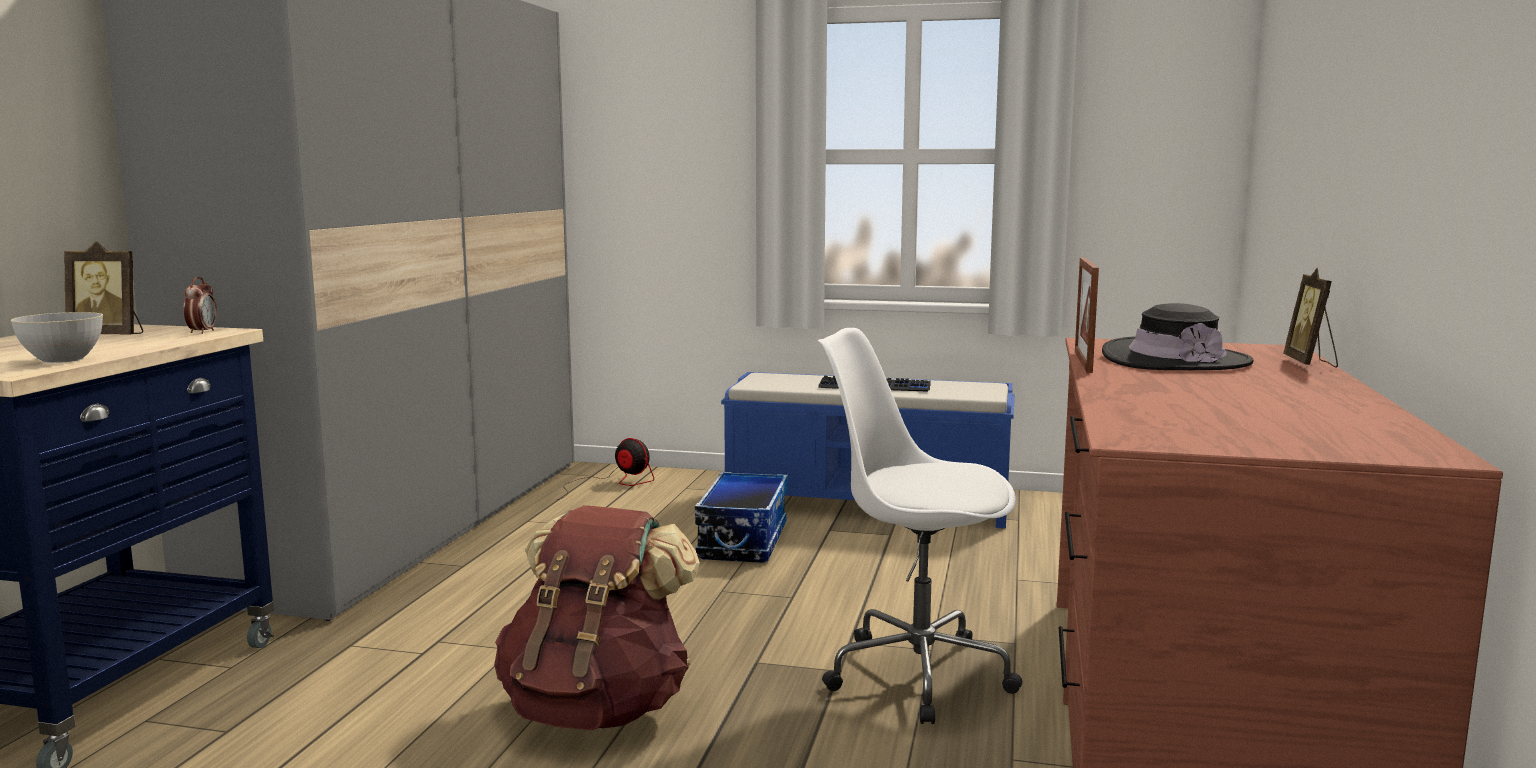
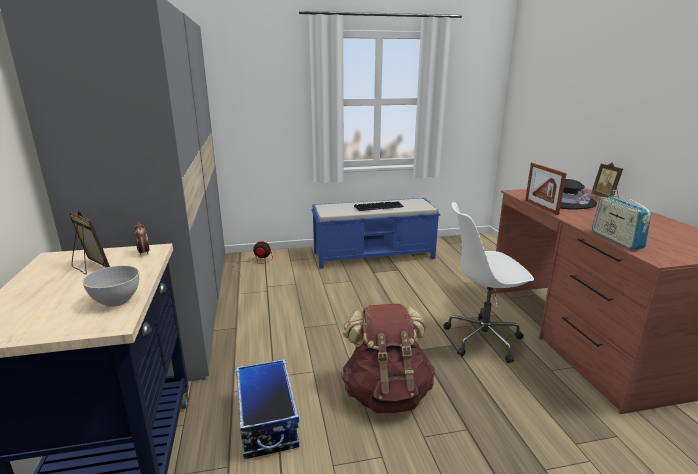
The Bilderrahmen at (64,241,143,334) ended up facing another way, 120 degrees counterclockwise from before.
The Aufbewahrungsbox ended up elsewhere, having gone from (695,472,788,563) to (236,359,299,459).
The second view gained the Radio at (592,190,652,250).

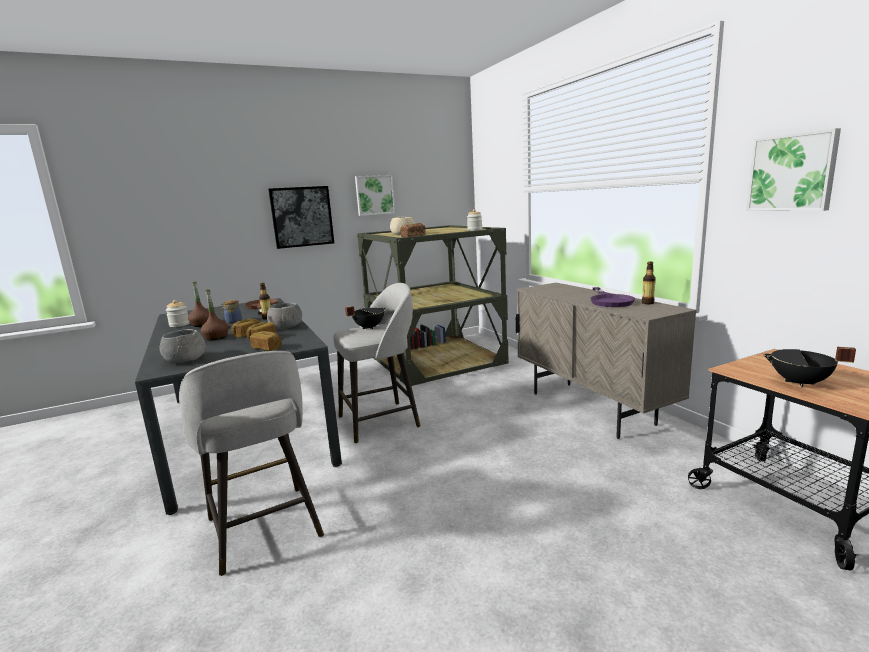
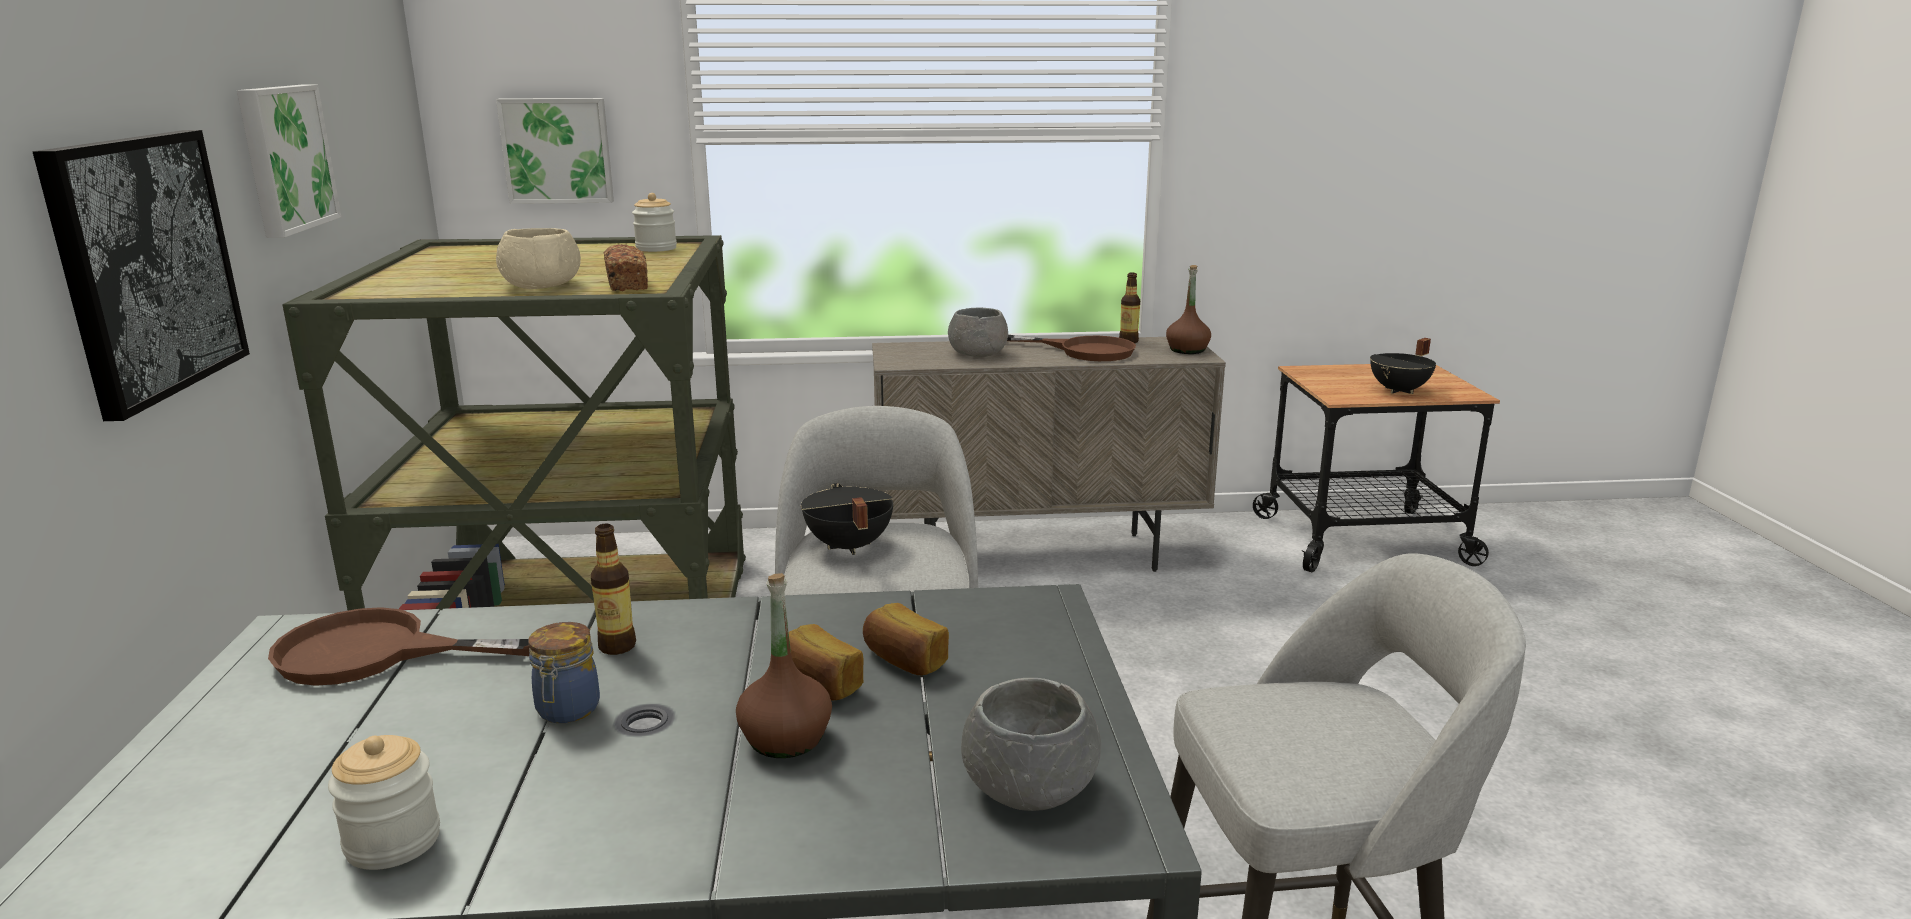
The Bild ended up elsewhere, having gone from (746,128,841,211) to (496,98,614,204).
The Flasche/braun ended up elsewhere, having gone from (188,282,209,327) to (1166,265,1211,354).
What was the Pfanne/lila at (591,287,635,307) turned into the Pfanne/braun at (1007,335,1136,361).
The Schüssel/grau ended up elsewhere, having gone from (267,303,302,329) to (948,308,1008,357).
The second view lost the Brot at (250,331,282,351).

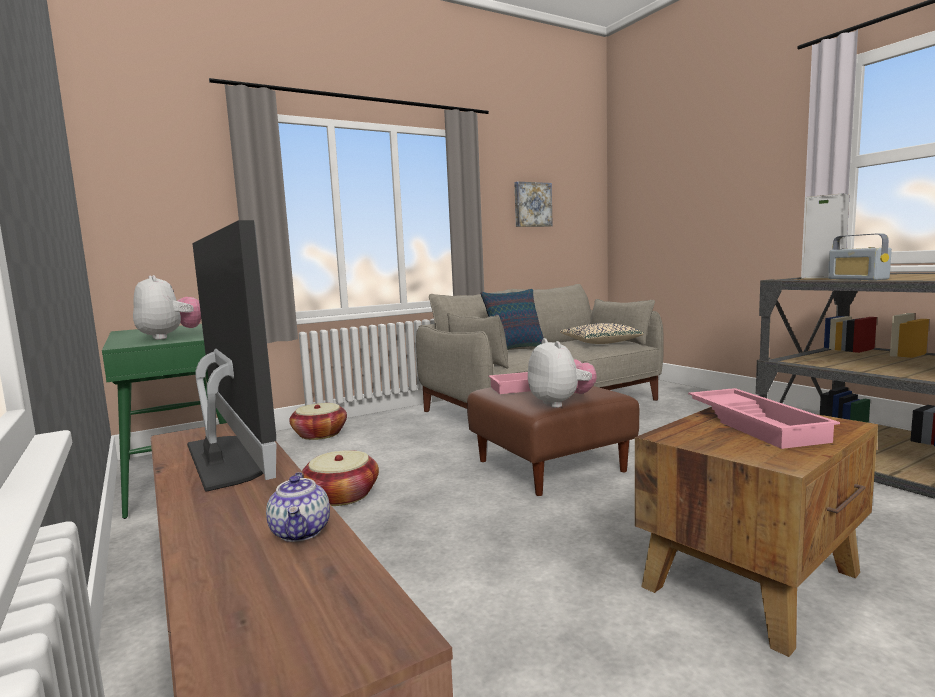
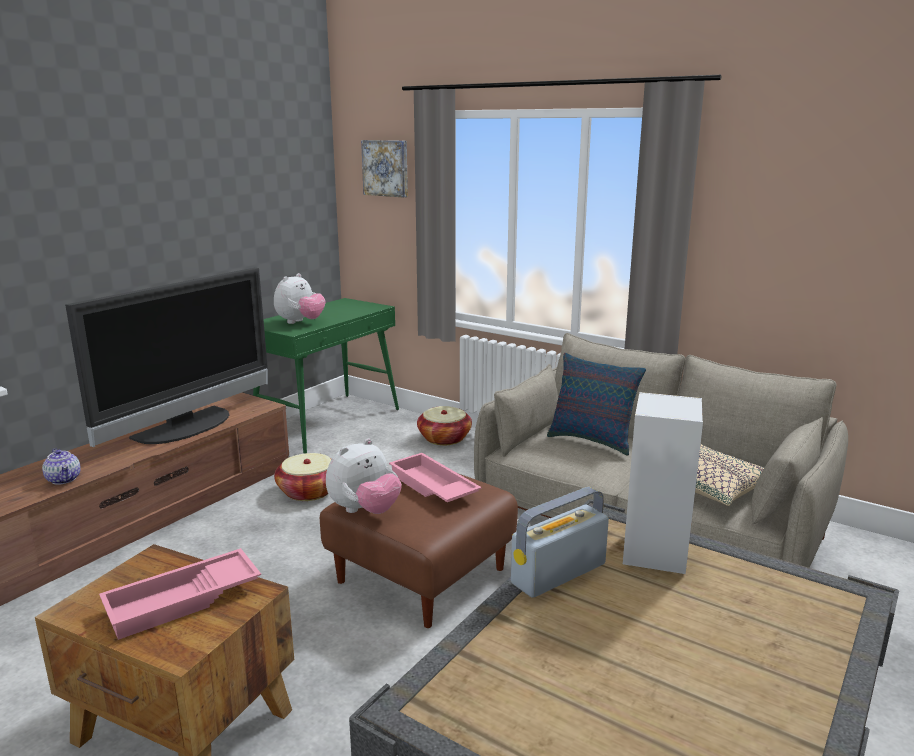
The Bild ended up elsewhere, having gone from (514,182,553,227) to (361,140,408,198).
The Teekanne at (266,472,330,542) ended up facing another way, 90 degrees counterclockwise from before.

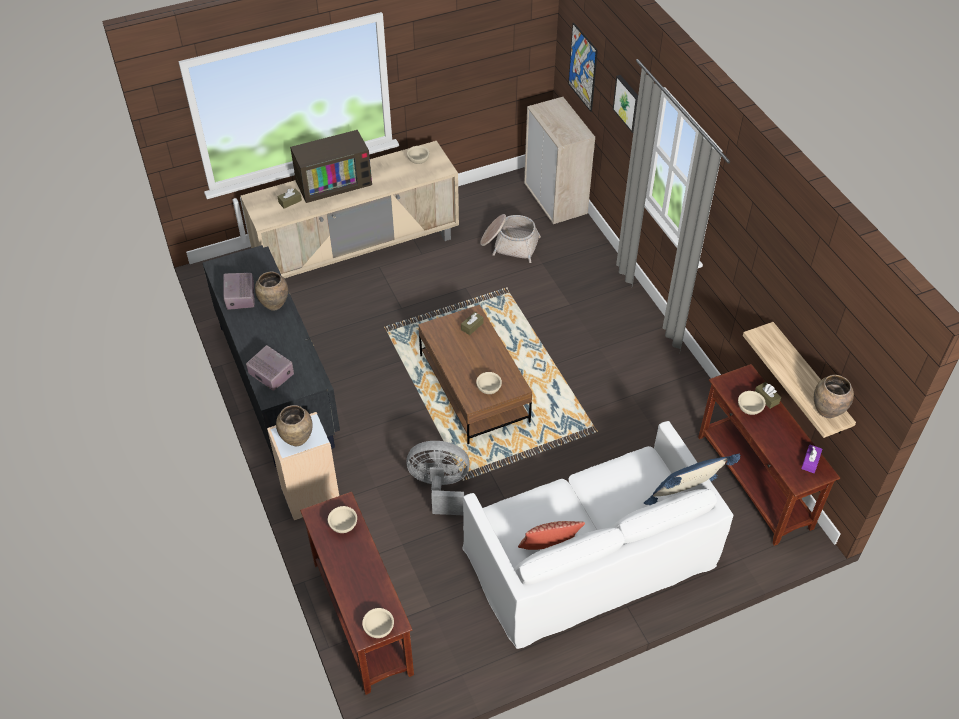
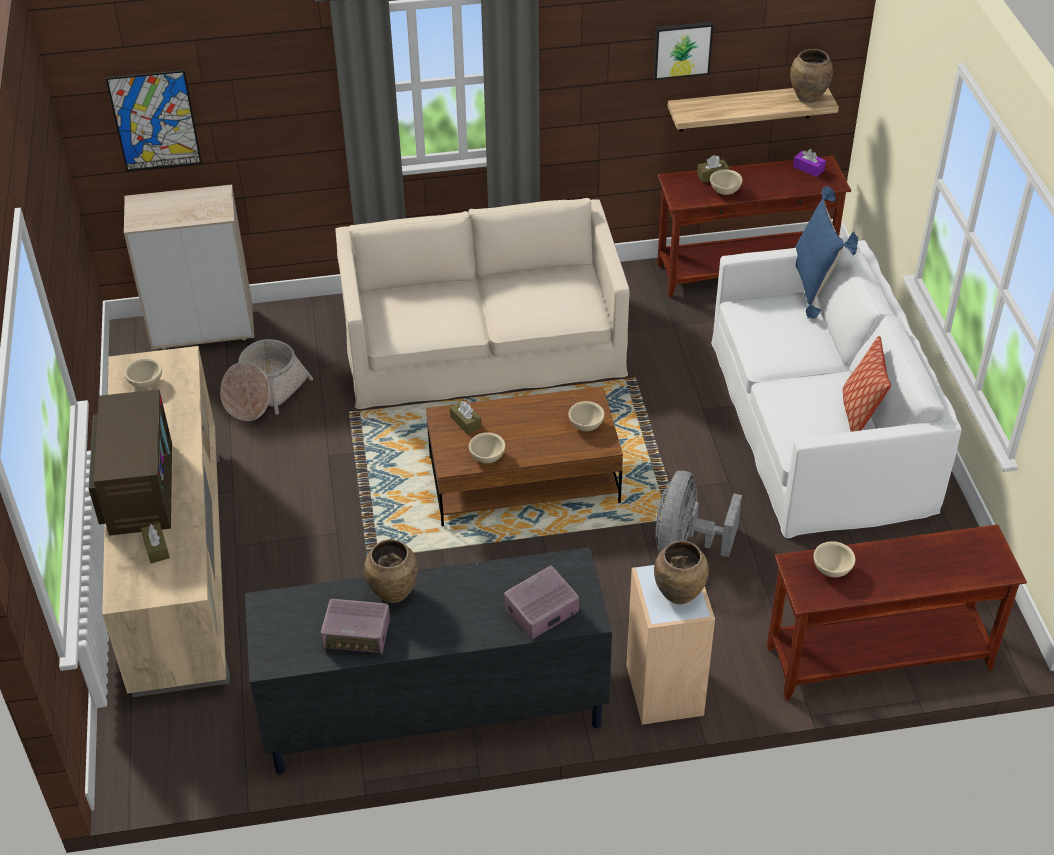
The Bild ended up elsewhere, having gone from (613,75,638,133) to (653,22,714,80).
The Schüssel/beige ended up elsewhere, having gone from (362,608,394,638) to (469,432,505,463).
The second view gained the Sofa/beige at (336,198,630,409).

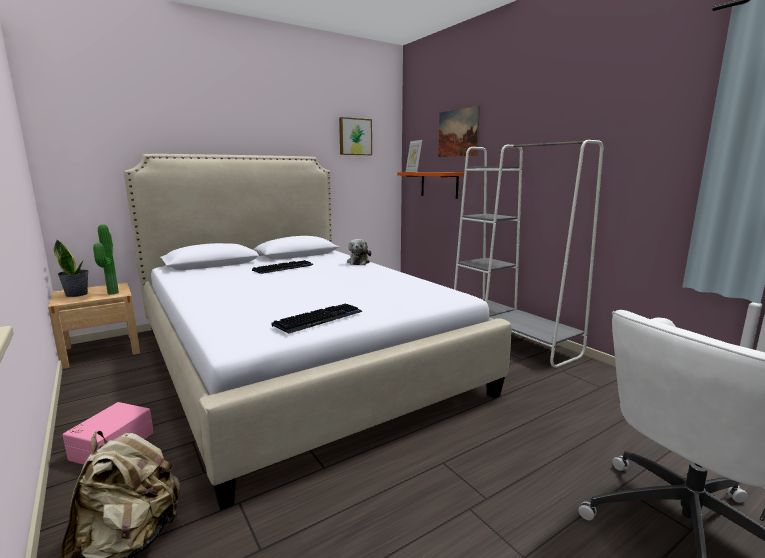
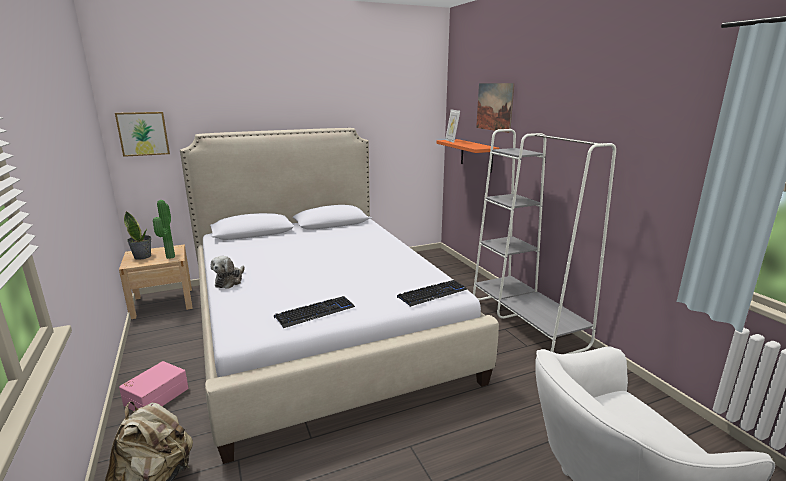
The Bild ended up elsewhere, having gone from (339,117,372,155) to (115,112,170,157).
The Plüschtier ended up elsewhere, having gone from (347,239,371,265) to (211,256,245,289).
The Tastatur ended up elsewhere, having gone from (252,260,313,274) to (397,280,467,307).

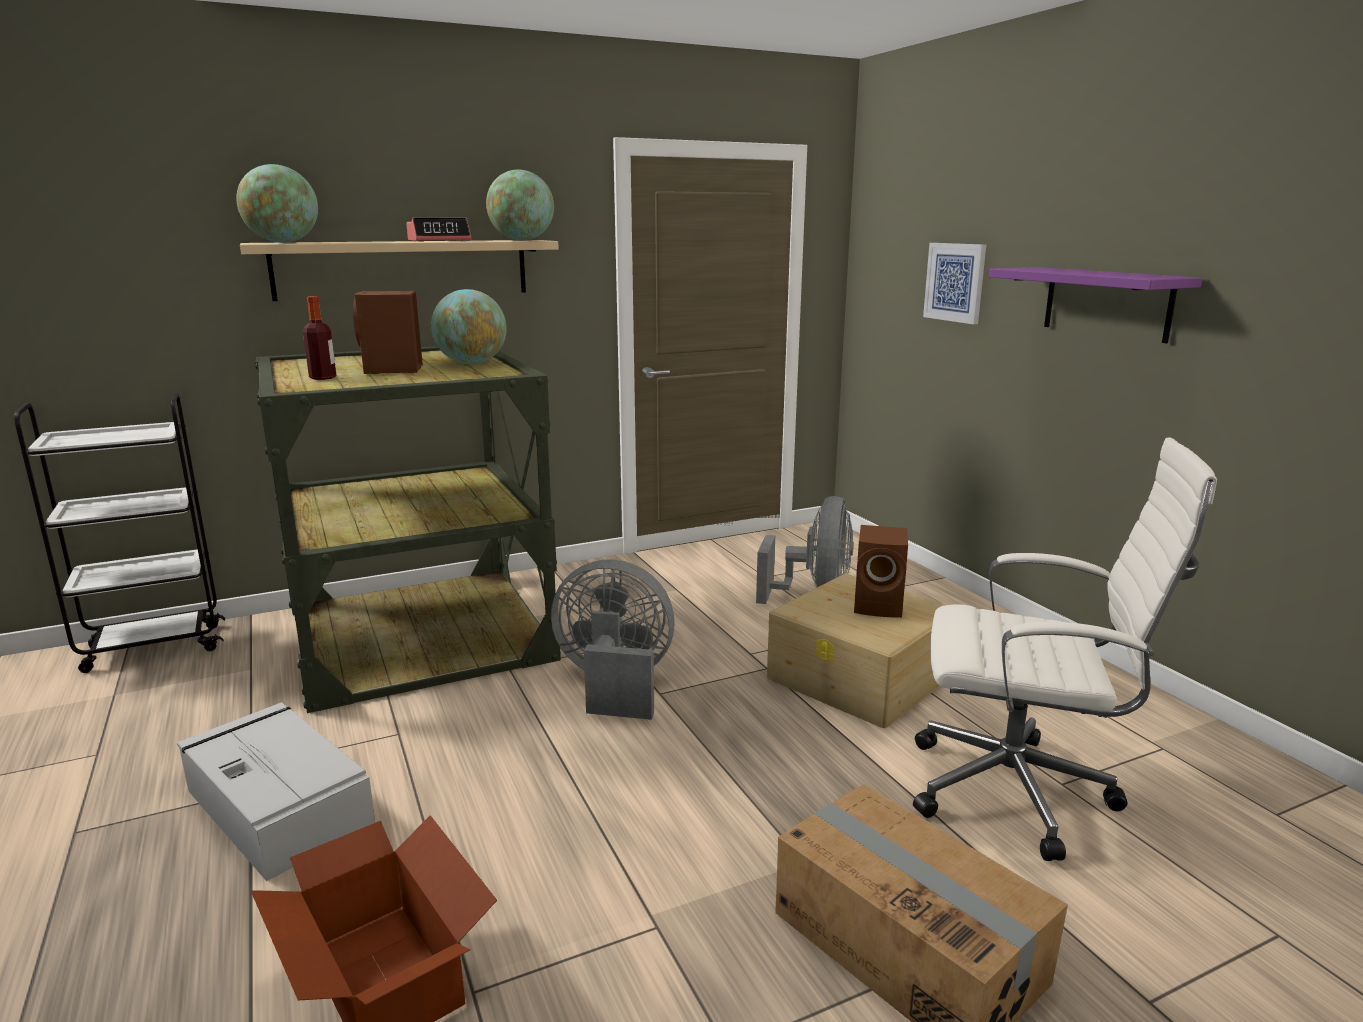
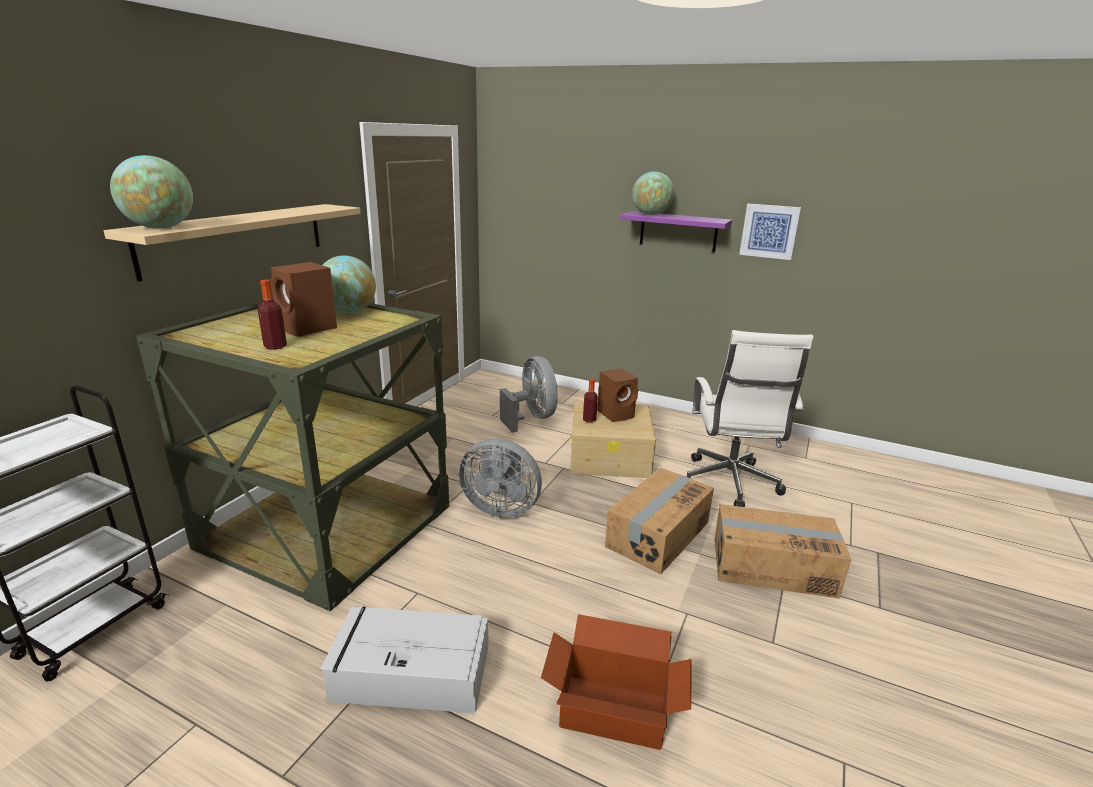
The Globus ended up elsewhere, having gone from (486,170,554,240) to (632,171,674,215).
The second view lost the Wecker at (406,217,471,242).
The Bild ended up elsewhere, having gone from (923,243,986,324) to (739,204,801,260).
The Bürostuhl/weiß at (913,437,1217,861) ended up facing another way, 120 degrees clockwise from before.
The Ventilator/grau at (551,559,675,720) ended up facing another way, 135 degrees counterclockwise from before.
The second view gained the Flasche at (583,379,598,422).
The second view gained the Karton at (605,468,714,574).

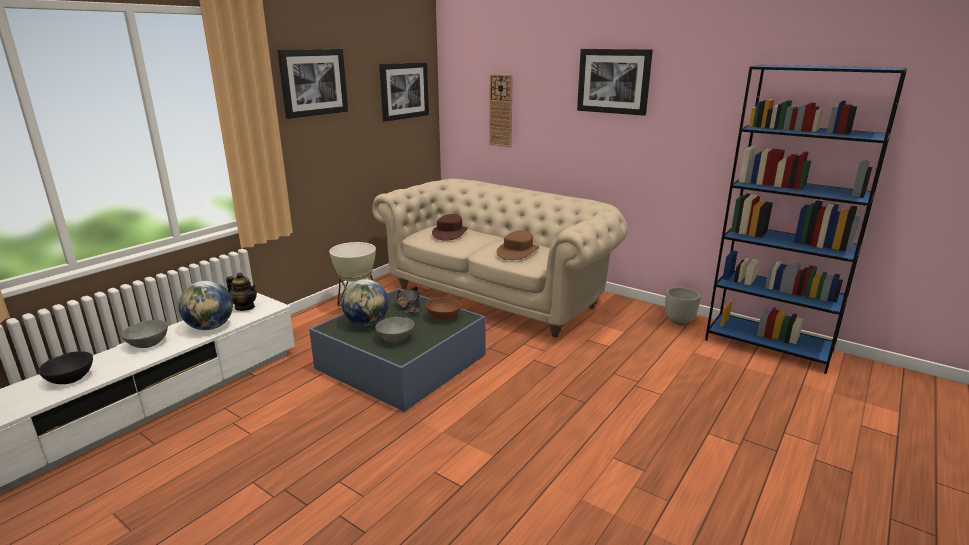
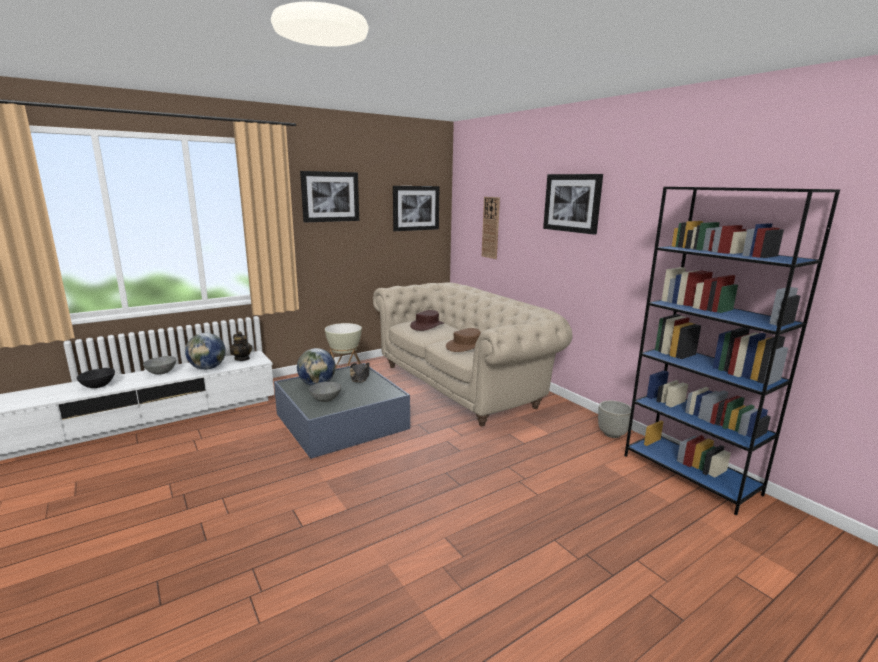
The second view lost the Schüssel/braun at (425,297,461,321).

